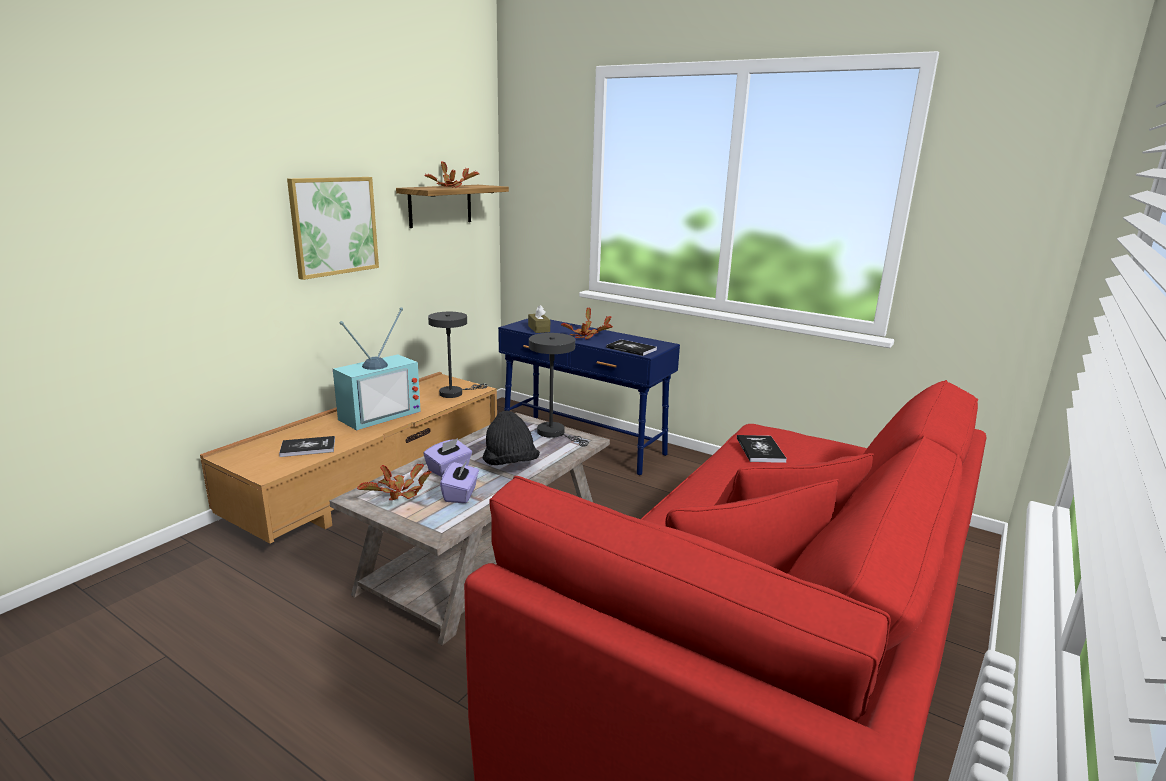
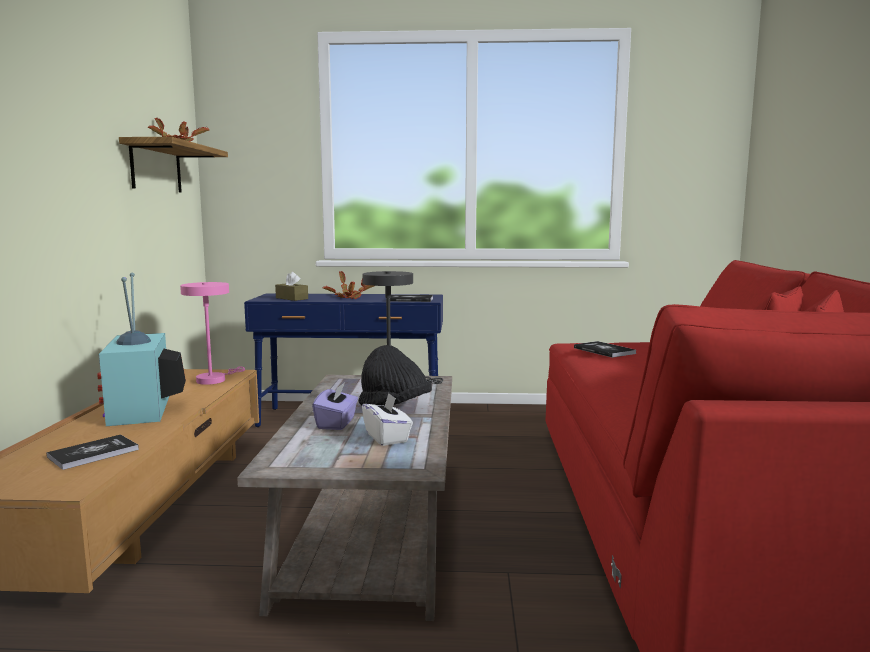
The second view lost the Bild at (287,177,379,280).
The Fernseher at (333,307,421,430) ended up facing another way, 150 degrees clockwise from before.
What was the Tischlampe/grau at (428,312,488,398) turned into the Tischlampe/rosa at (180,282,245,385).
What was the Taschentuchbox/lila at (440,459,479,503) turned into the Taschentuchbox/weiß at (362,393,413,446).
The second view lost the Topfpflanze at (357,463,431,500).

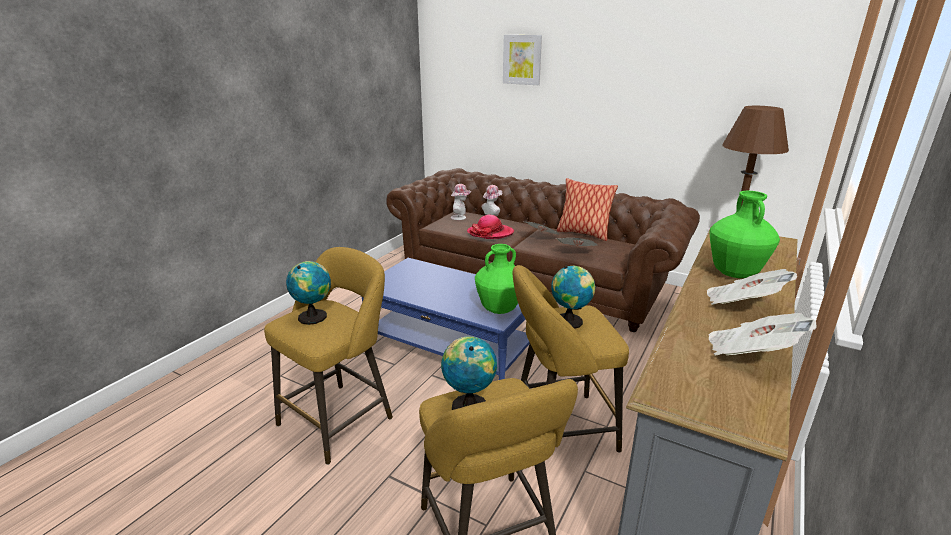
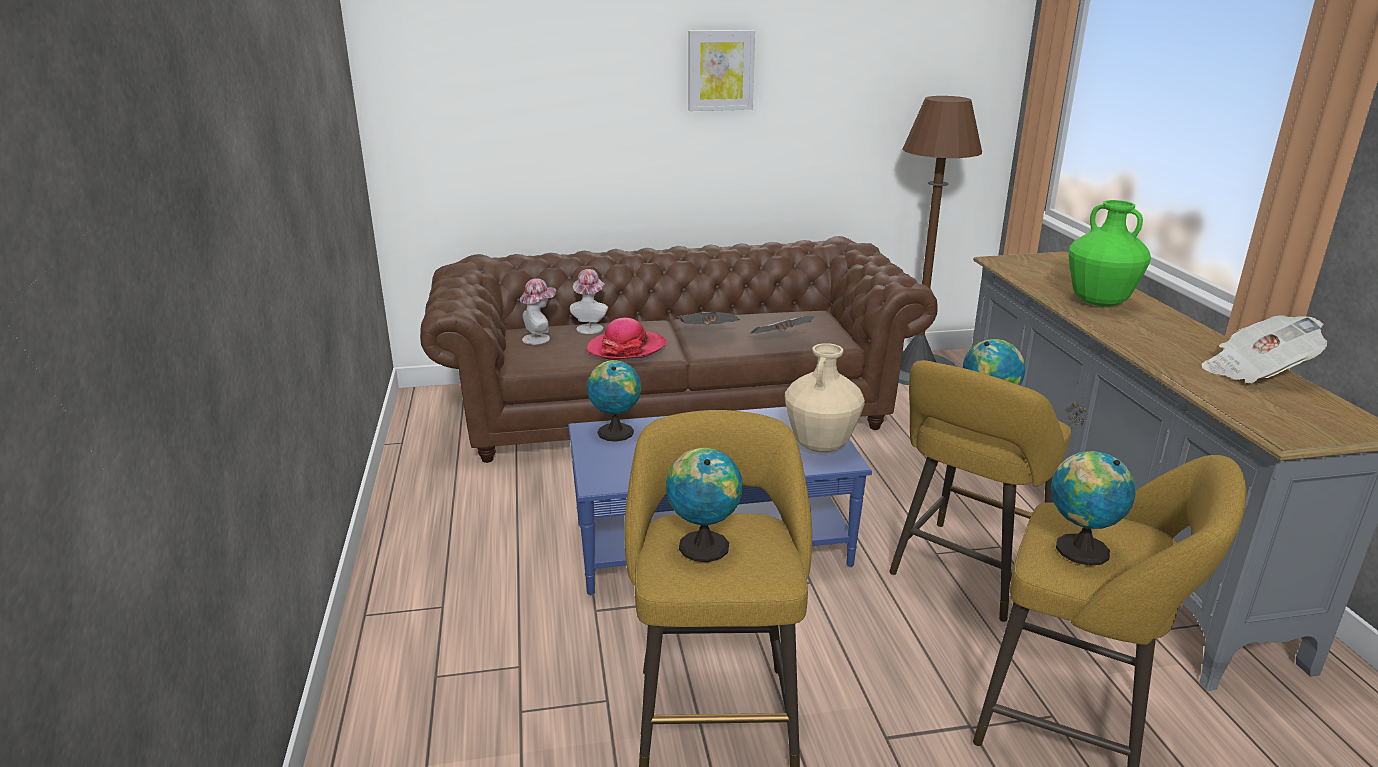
The Bild ended up elsewhere, having gone from (503,35,542,85) to (688,30,755,111).
The second view lost the Kissen at (557,178,618,241).
What was the Vase/grün at (475,244,518,314) turned into the Vase/beige at (785,343,865,452).
The second view lost the Zeitung at (707,269,797,305).
The second view gained the Globus at (587,360,642,442).

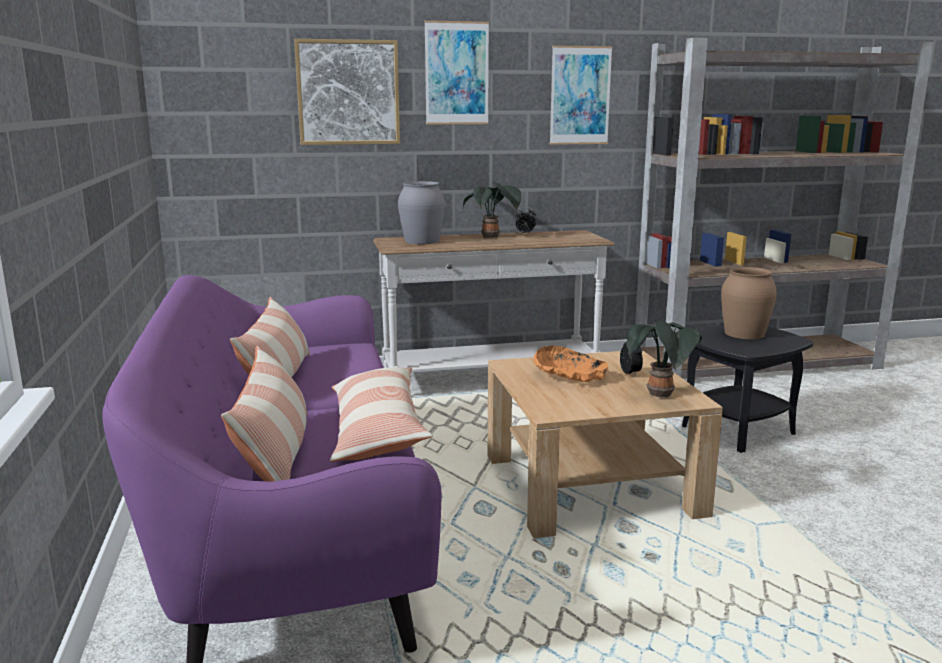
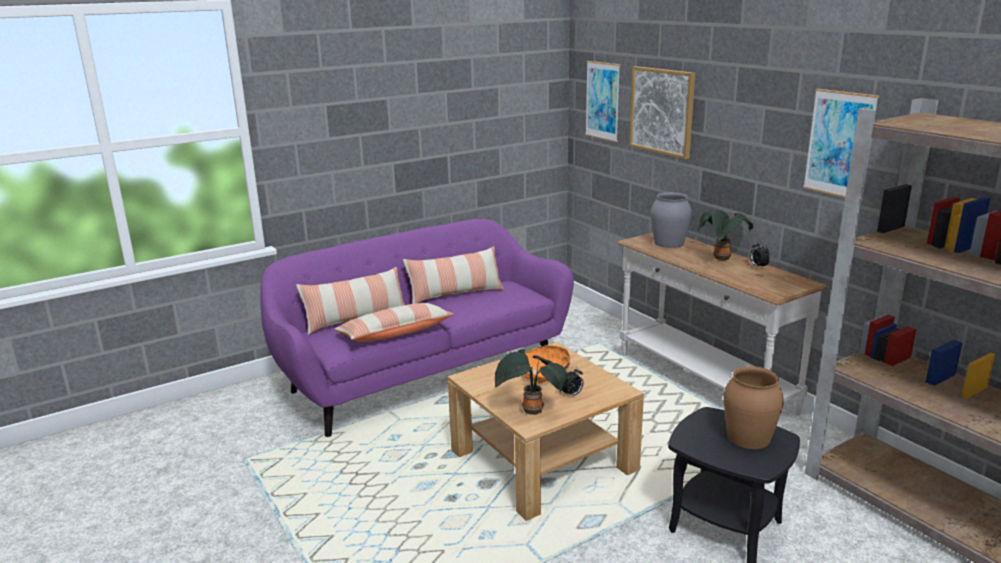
The Bild ended up elsewhere, having gone from (424,20,489,124) to (585,61,620,142).

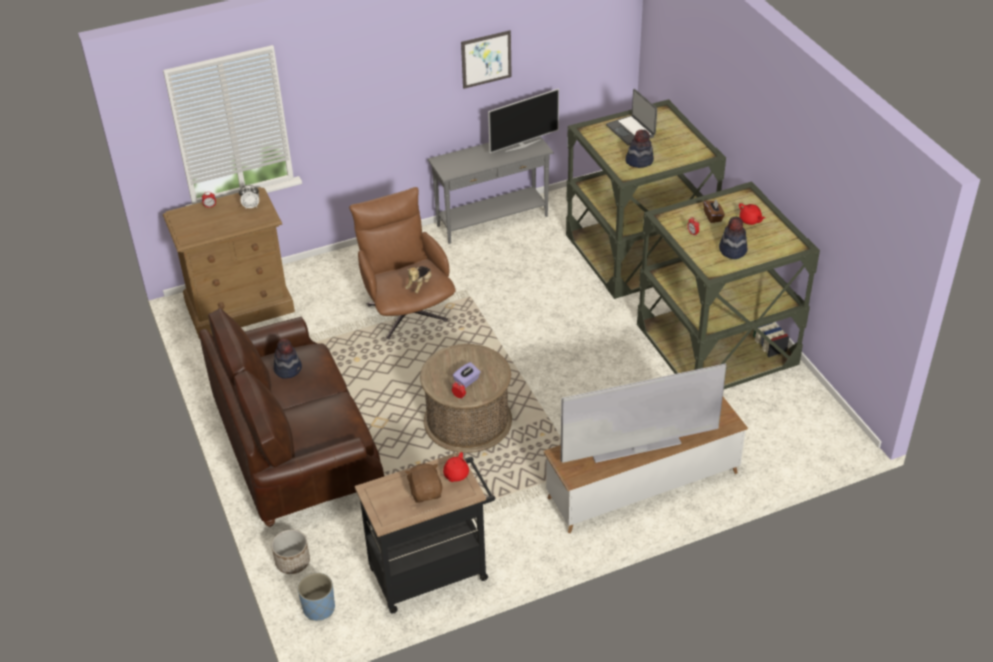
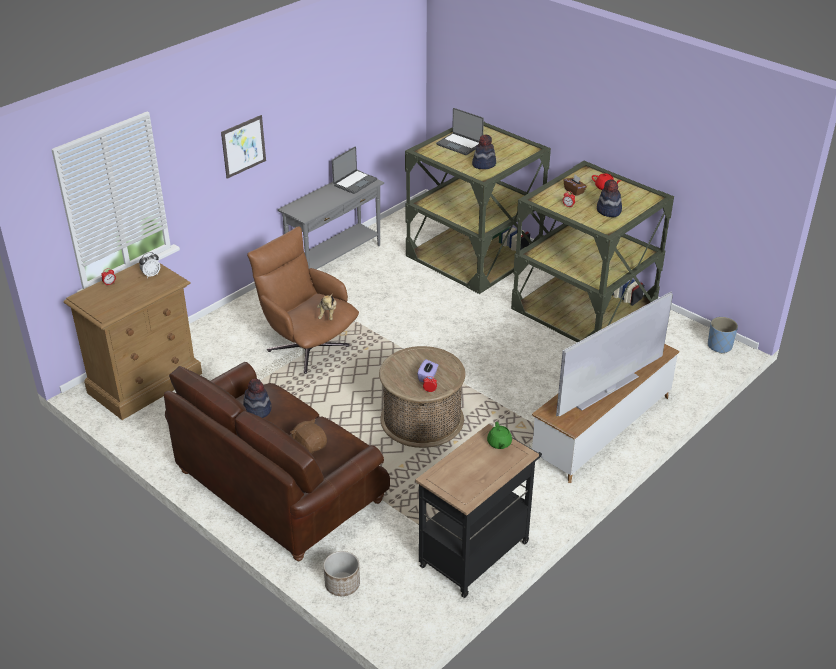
The Bild ended up elsewhere, having gone from (461,30,512,89) to (221,115,266,179).
Where the Fernseher stood at (488,88,559,153), the Laptop came to stand at (332,147,377,194).
What was the Teekanne/rot at (443,452,469,482) turned into the Teekanne/grün at (487,422,512,449).
The Plüschtier/braun ended up elsewhere, having gone from (405,463,442,503) to (290,419,327,454).
The Pflanzkübel/blau ended up elsewhere, having gone from (298,573,335,621) to (708,317,738,354).

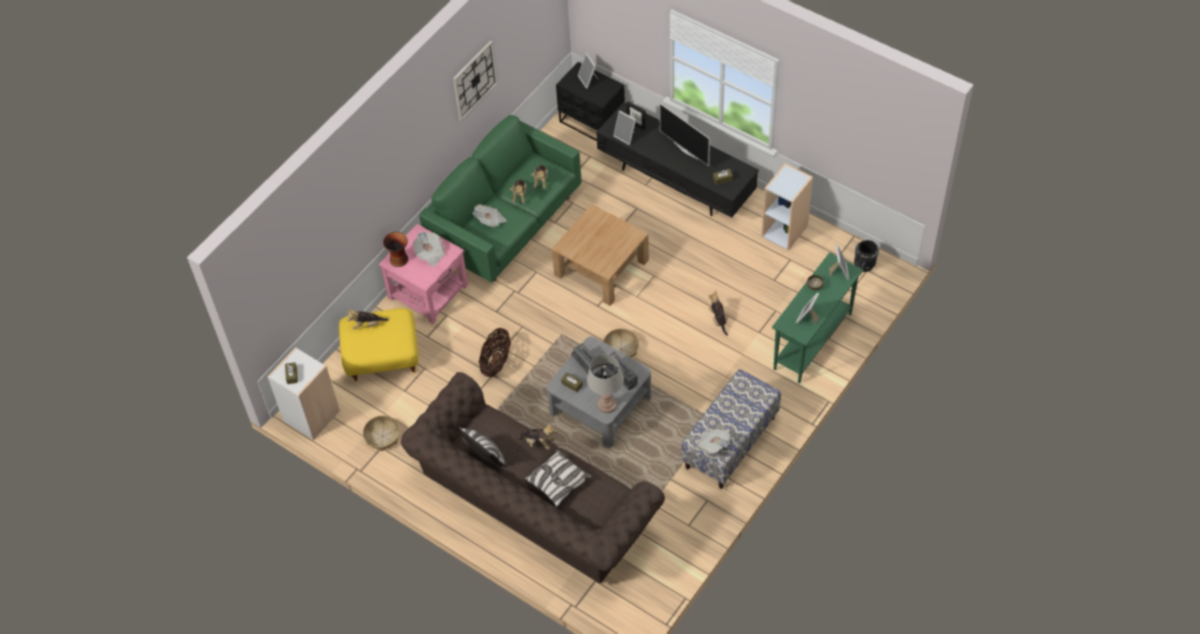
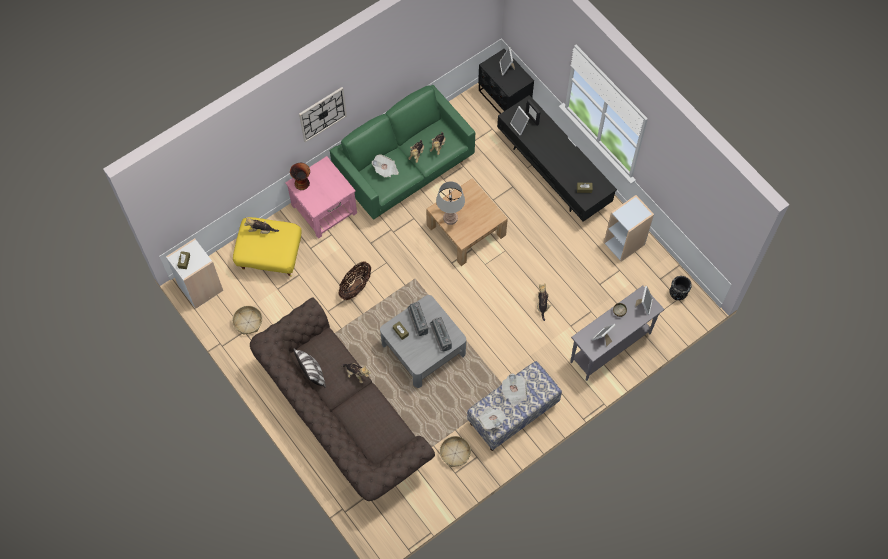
The Wanduhr ended up elsewhere, having gone from (453,41,498,121) to (299,87,347,143).
The second view lost the Fernseher at (659,103,710,166).
The Zeitung ended up elsewhere, having gone from (413,231,446,267) to (501,373,528,406).
What was the Konsolentisch/grün at (772,252,864,383) turned into the Konsolentisch/grau at (570,286,665,381).
The Korb ended up elsewhere, having gone from (603,328,639,357) to (440,436,471,467).
The Tischlampe/grau ended up elsewhere, having gone from (587,354,624,413) to (436,181,465,225).
The second view lost the Kissen at (524,449,592,507).

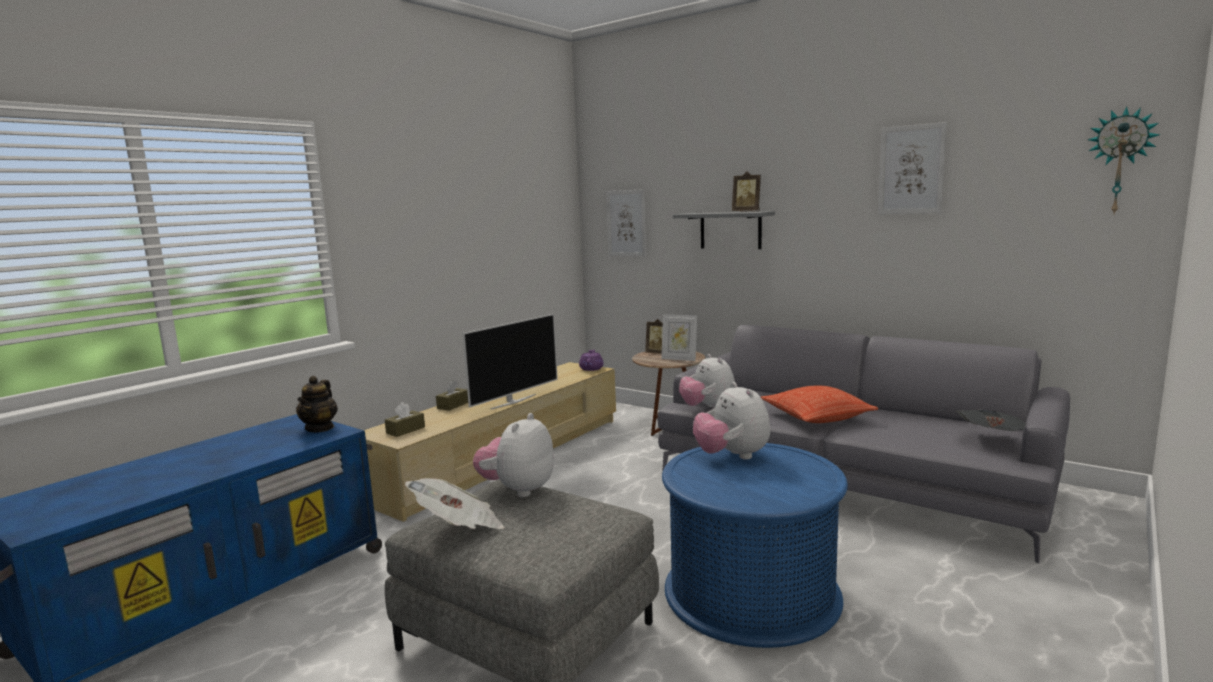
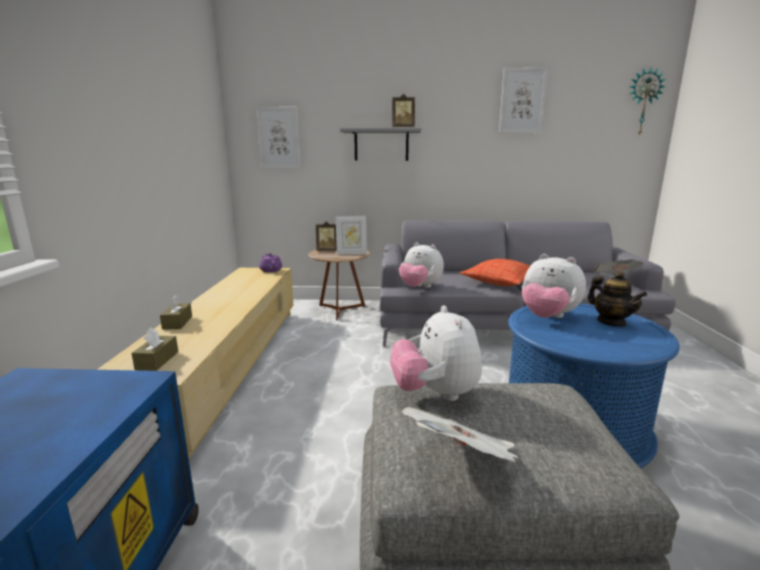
The second view lost the Fernseher at (462,314,558,409).
The Teekanne ended up elsewhere, having gone from (296,376,338,432) to (587,271,647,327).

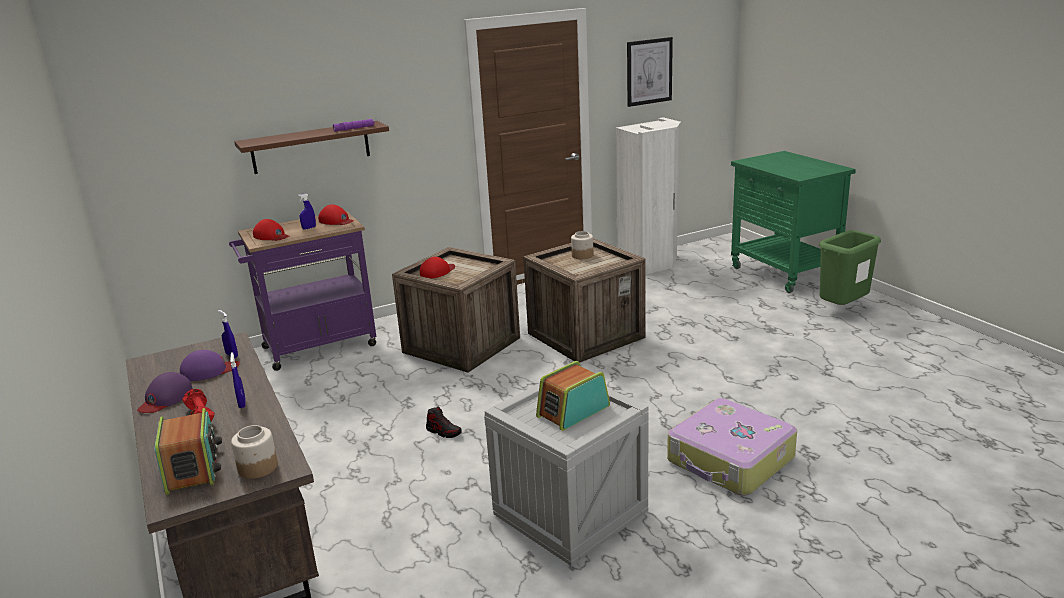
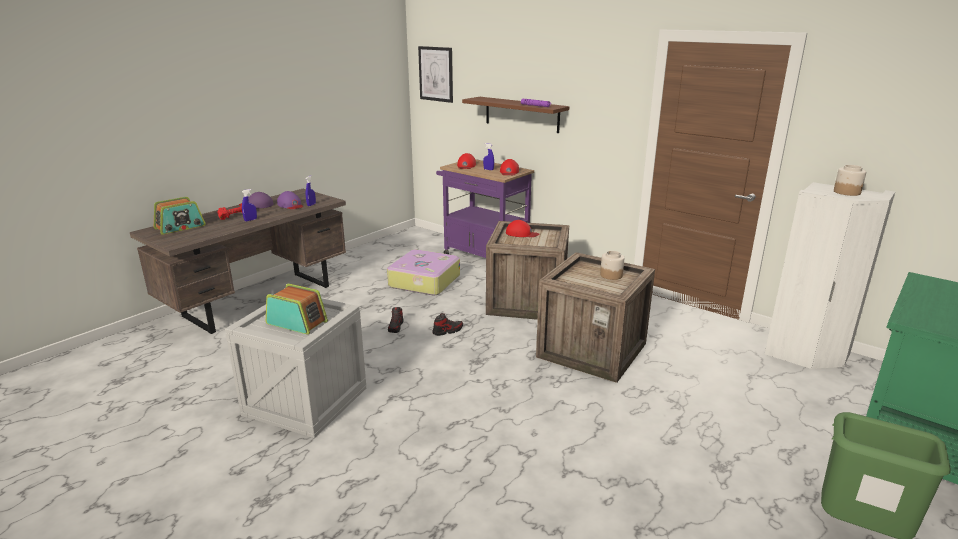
The Bild ended up elsewhere, having gone from (627,37,673,107) to (418,46,453,103).
The Koffer ended up elsewhere, having gone from (667,398,797,495) to (387,249,460,295).
The Vorratsglas ended up elsewhere, having gone from (231,425,278,479) to (834,165,866,196).
The second view gained the Schuh at (432,313,463,336).

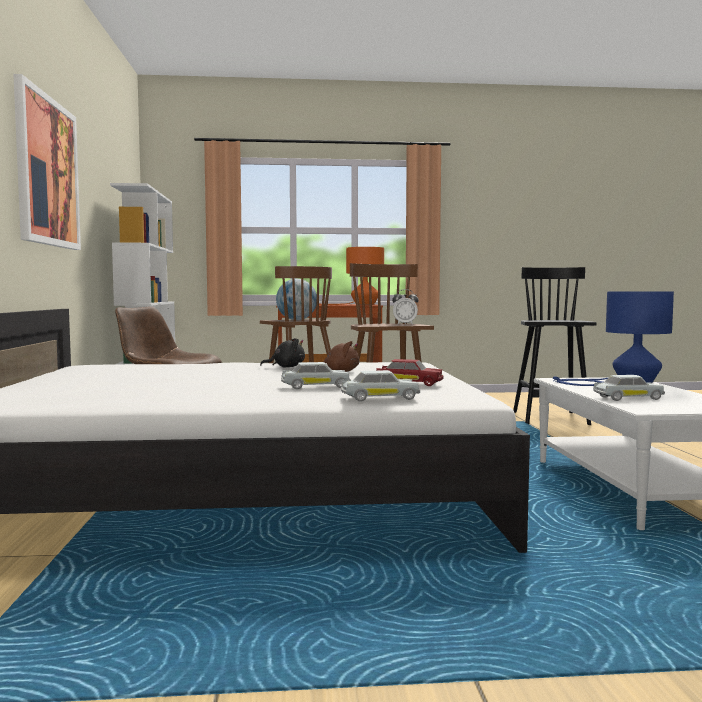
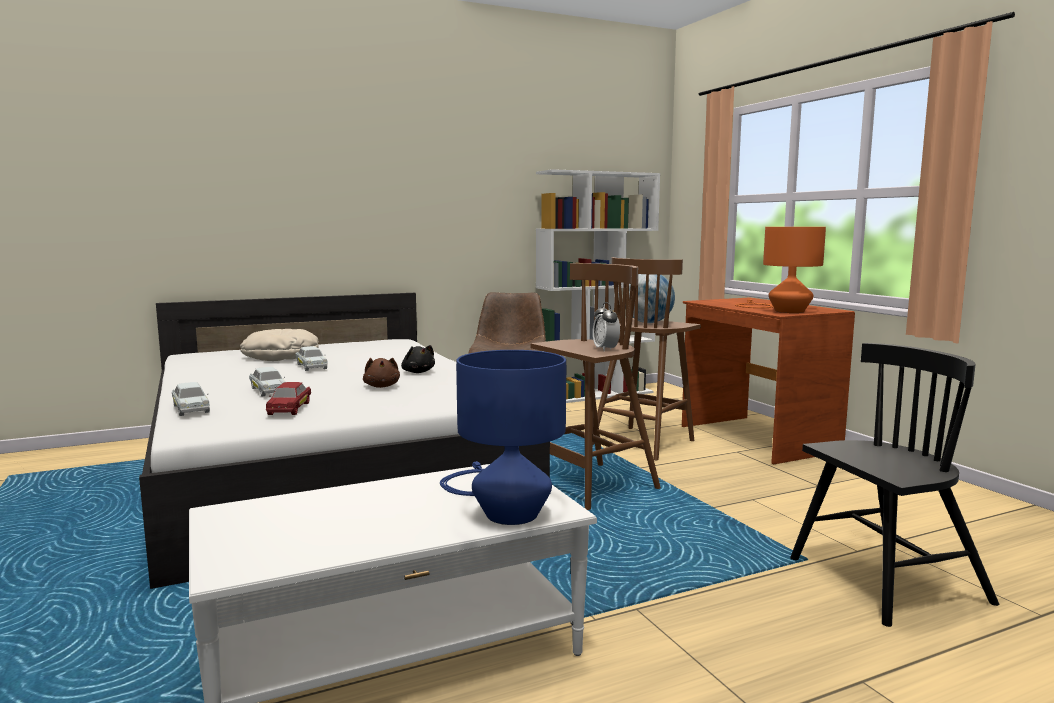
The second view lost the Bild at (13,74,81,250).
Where the Hocker/schwarz stood at (513,267,596,425), the Stuhl/schwarz came to stand at (790,343,999,627).
The Spielzeugauto/weiß ended up elsewhere, having gone from (593,375,665,401) to (296,346,328,371).
The second view gained the Kissen/beige at (240,329,319,361).

